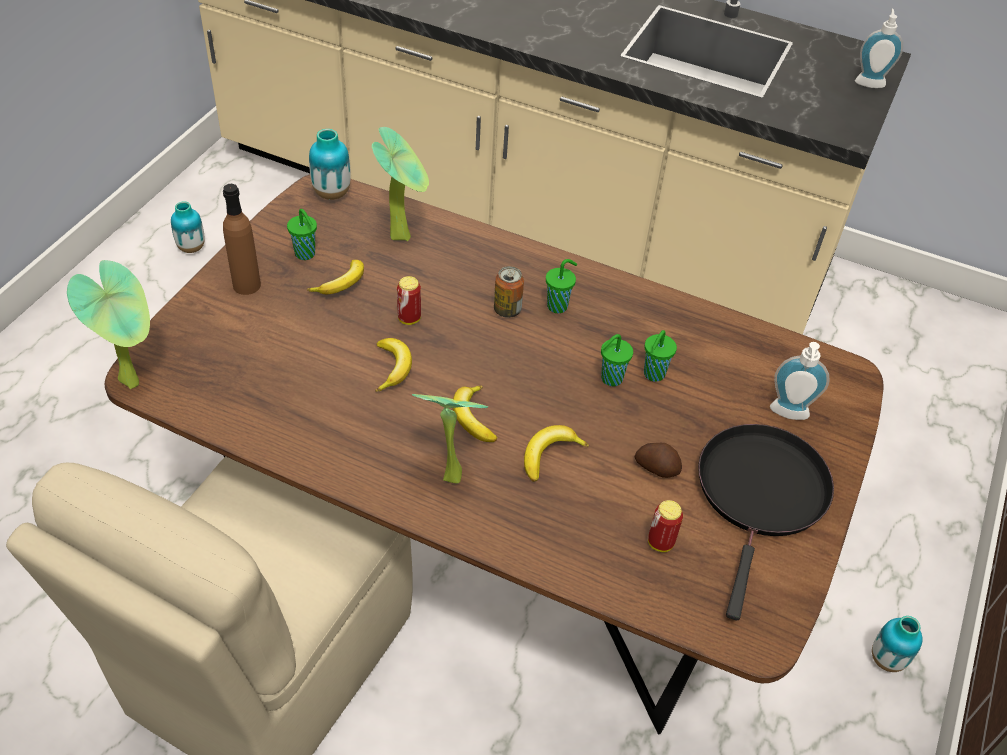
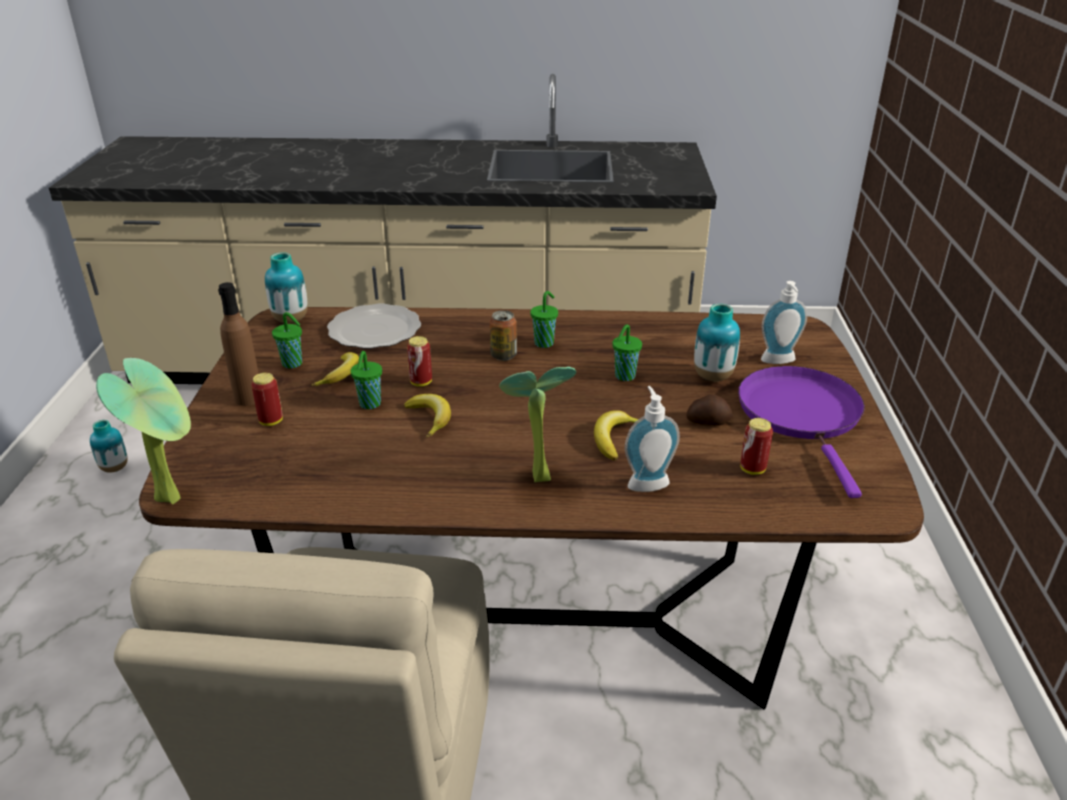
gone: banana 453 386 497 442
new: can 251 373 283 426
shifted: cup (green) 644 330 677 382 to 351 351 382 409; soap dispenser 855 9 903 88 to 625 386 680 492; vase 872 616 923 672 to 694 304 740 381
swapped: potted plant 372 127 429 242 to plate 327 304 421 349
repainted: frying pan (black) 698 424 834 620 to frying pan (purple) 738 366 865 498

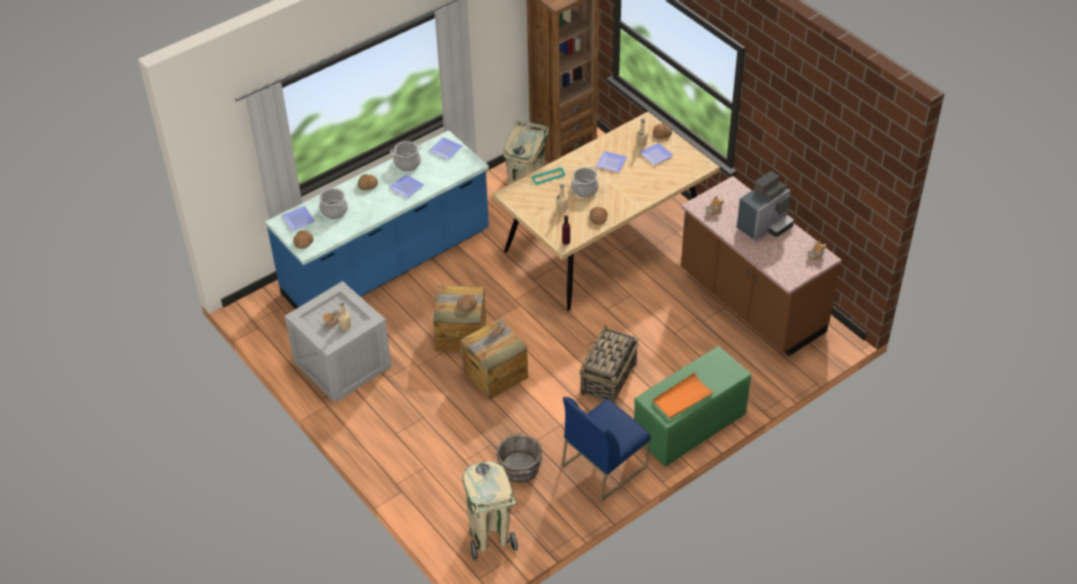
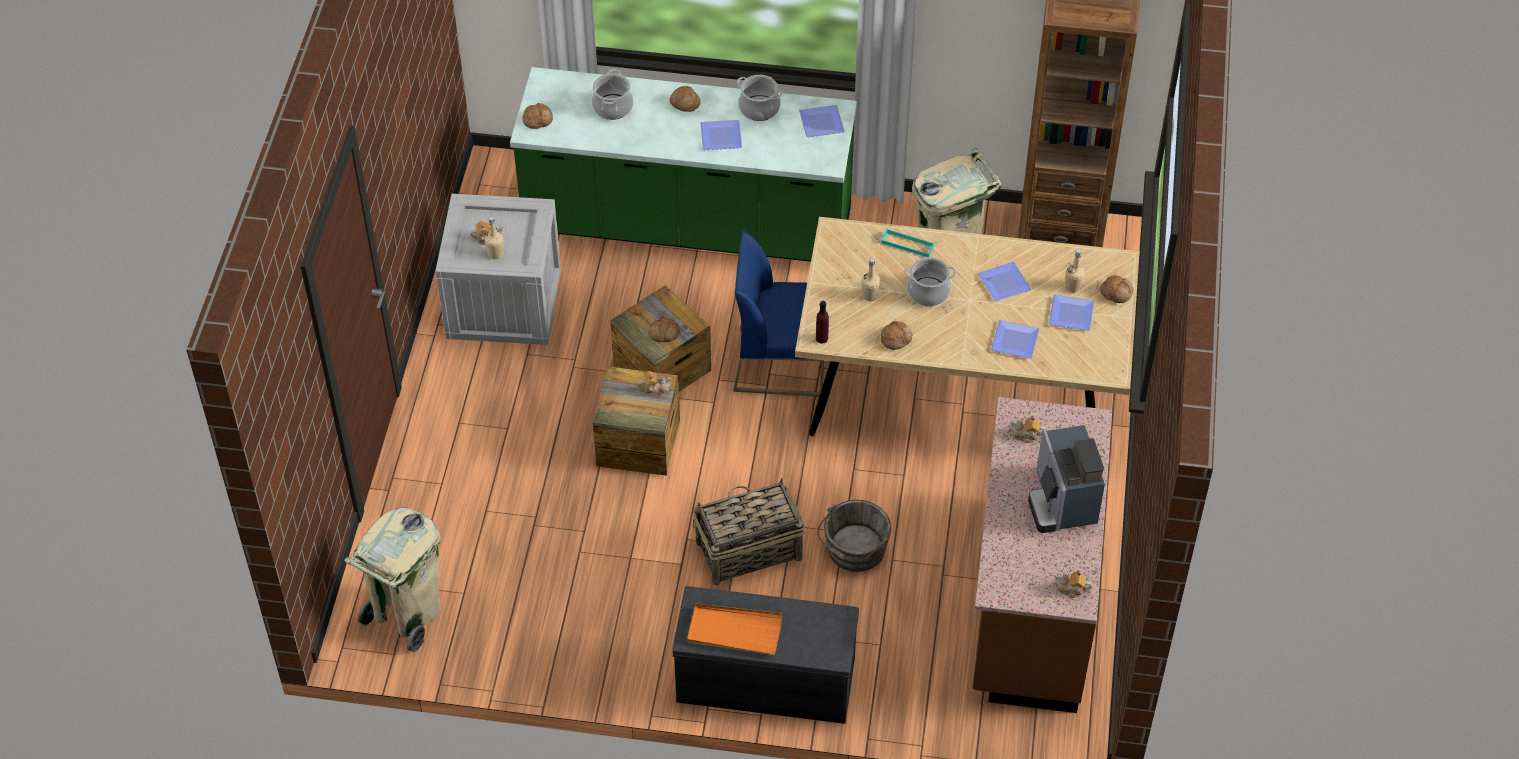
shifted: plate 281 206 315 231 to 991 320 1040 359; bucket (grey) 496 434 543 483 to 817 500 891 572; chair (blue) 562 397 650 502 to 733 230 824 397
repainted: counter (blue) 265 130 489 309 to counter (green) 510 67 857 262; bench (green) 634 346 751 467 to bench (grey) 672 586 859 724
rotated: coffee machine 737 171 794 241 = 1028 425 1105 533 75 degrees clockwise

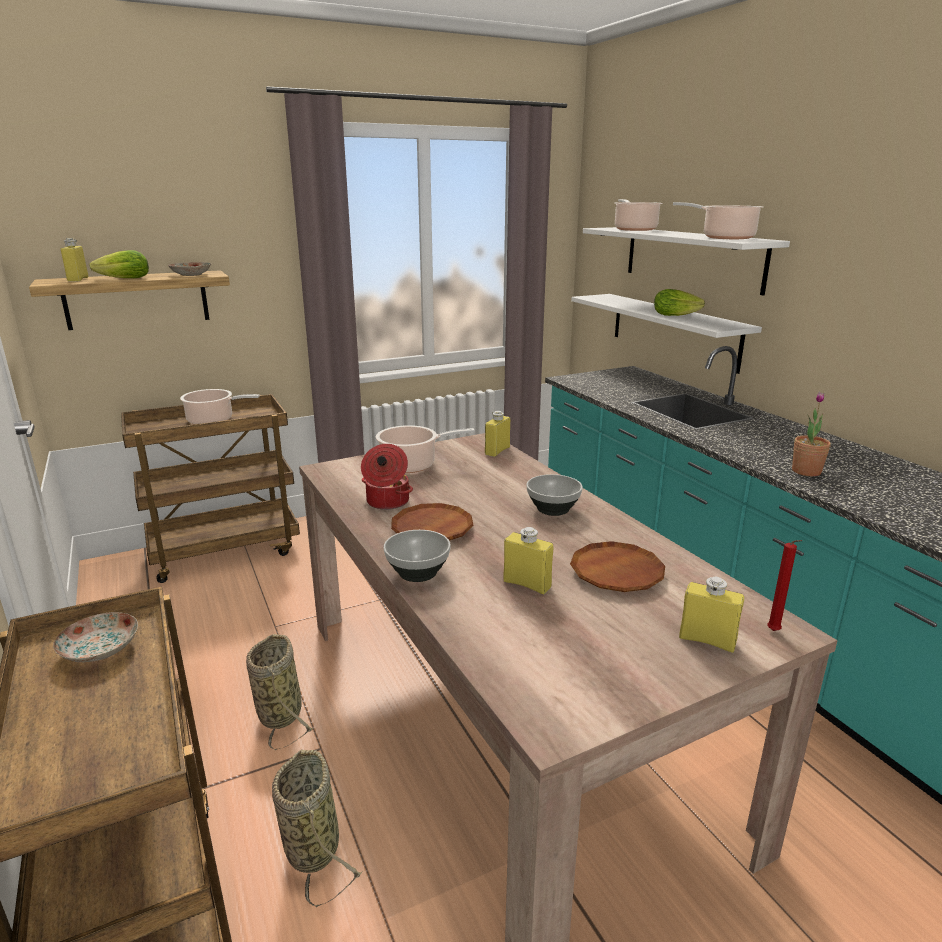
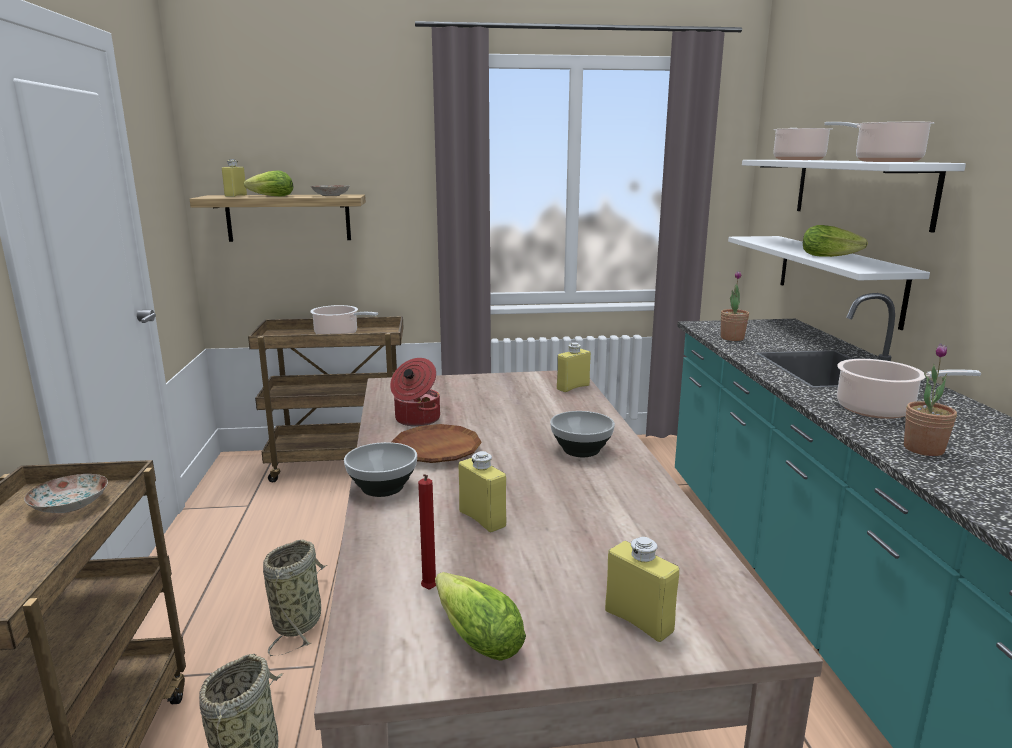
gone: plate (brown) 570 541 665 592
new: lettuce 435 572 526 661; potted plant 721 271 749 341
shifted: cooking pot 376 425 475 473 to 837 359 981 419; candle (red) 767 540 802 631 to 418 474 436 590

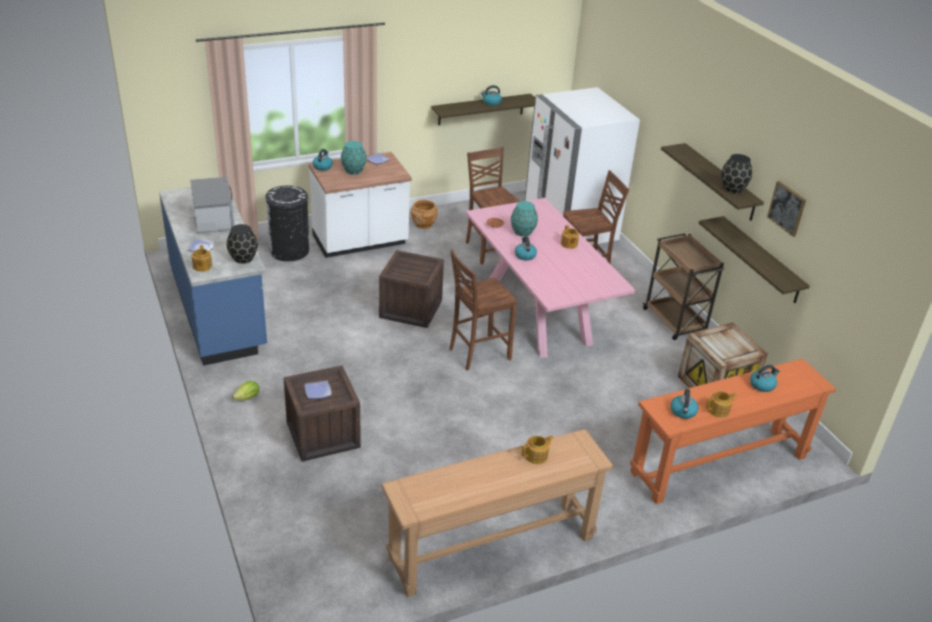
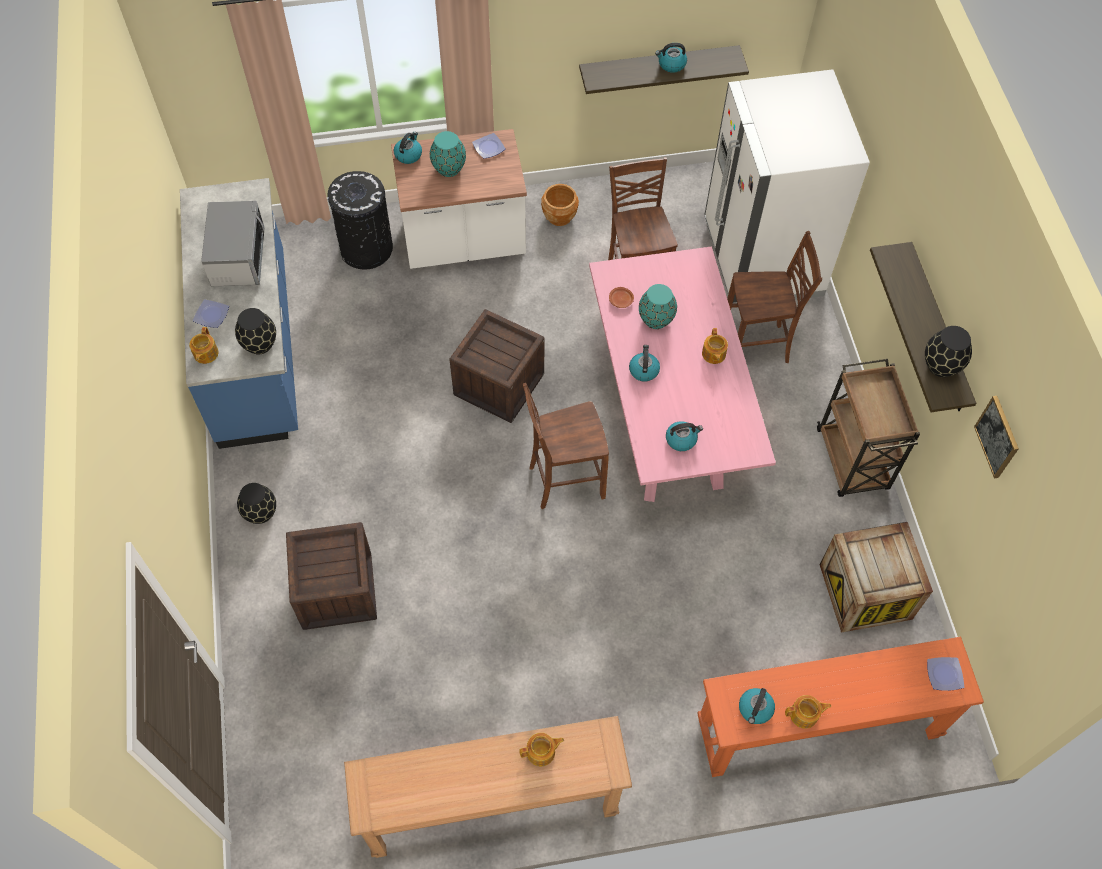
gone: shelf 699 216 810 303
shifted: plate 305 381 331 399 to 927 657 964 691; kettle 750 365 780 392 to 666 421 703 451
swapped: lettuce 232 381 260 401 to vase (black) 237 483 276 524

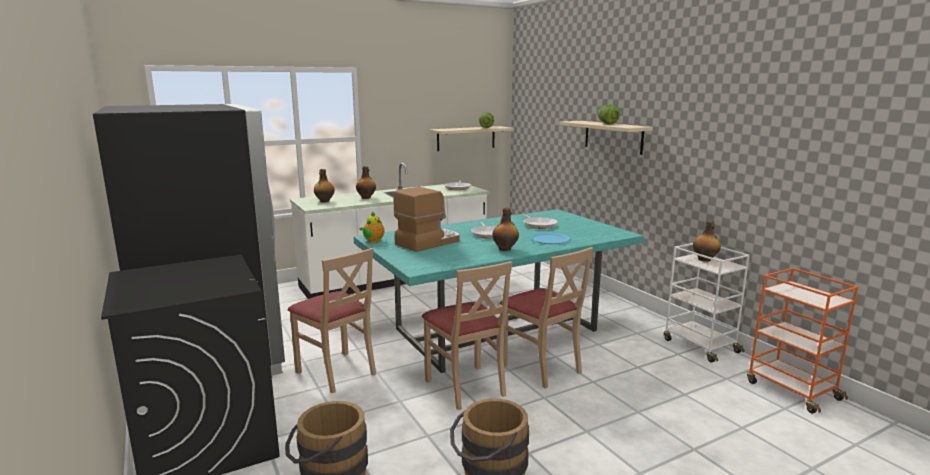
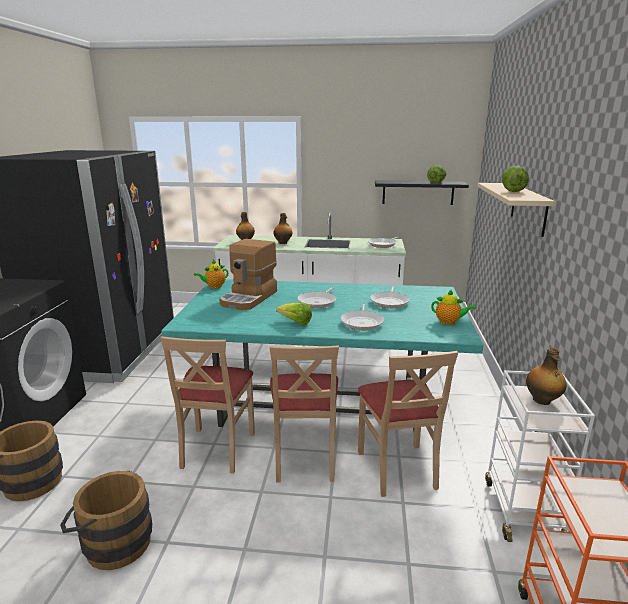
new: teapot 431 290 476 325
shifted: chair (beige) 287 248 376 393 to 358 351 458 497
swapped: bottle 492 207 519 251 to lettuce 276 303 312 325; plate (blue) 530 233 570 244 to frying pan 340 303 384 330
repainted: shelf (beige) 430 126 514 151 to shelf (black) 375 180 469 205
rotated: coffee machine 393 187 460 252 = 219 239 277 310 120 degrees clockwise

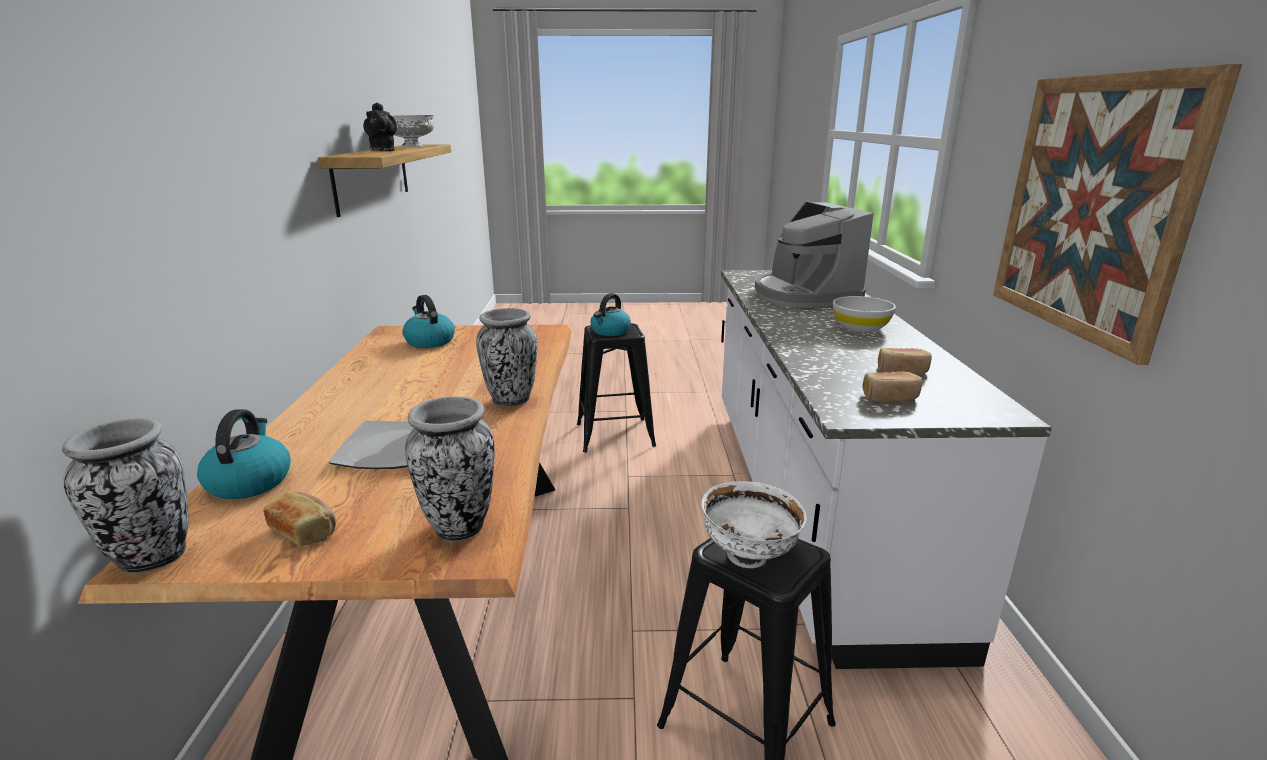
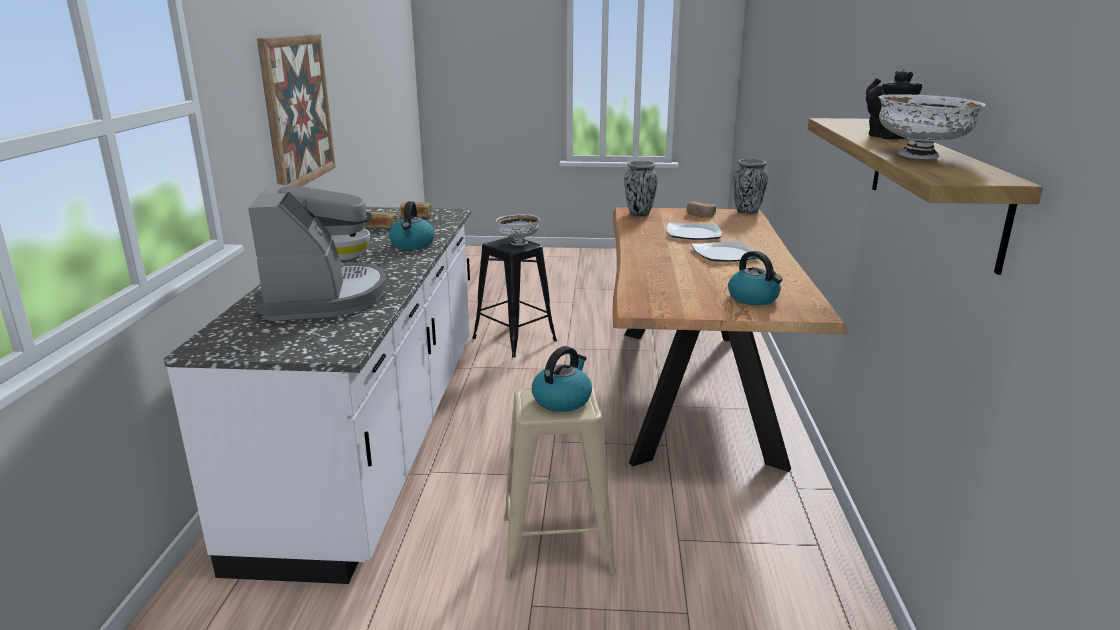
gone: vase 476 308 537 407
new: plate 691 241 756 262
shifted: kettle 197 409 291 499 to 389 201 435 250
repainted: stool (black) 577 323 656 452 to stool (beige) 504 387 616 580

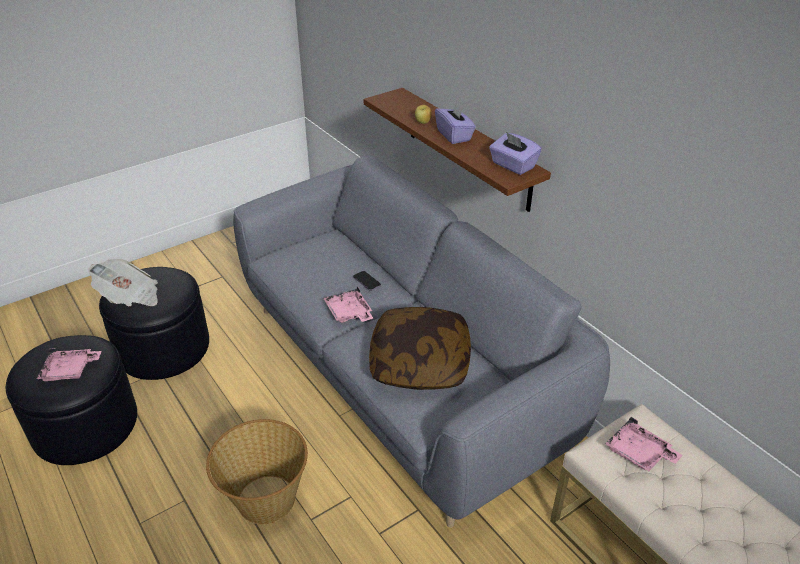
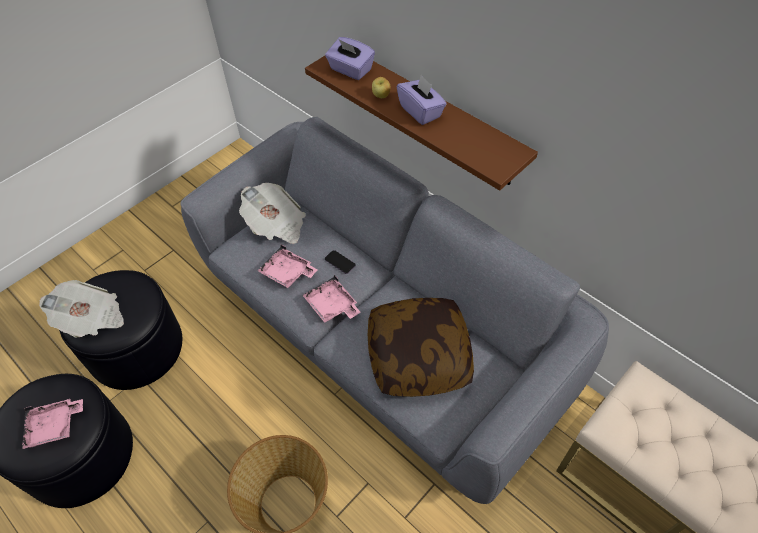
new: newspaper 239 183 305 244
shifted: tissue box (purple) 489 132 542 175 to 325 37 375 80; tray (pink) 605 417 683 471 to 257 245 318 288

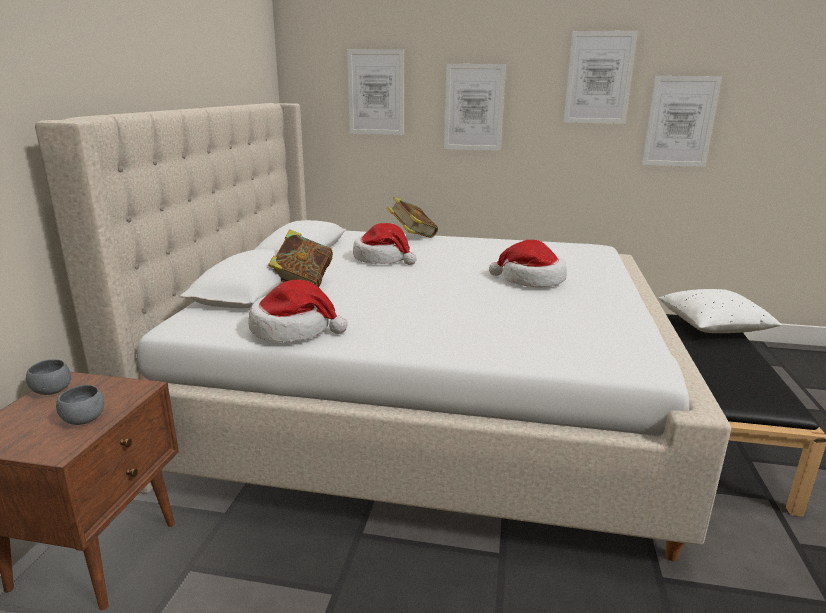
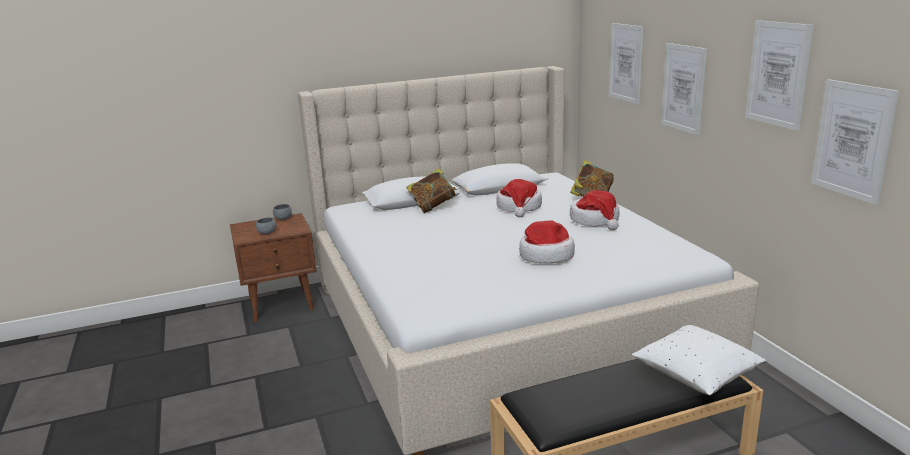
shifted: hat 249 280 348 342 to 570 190 619 230

